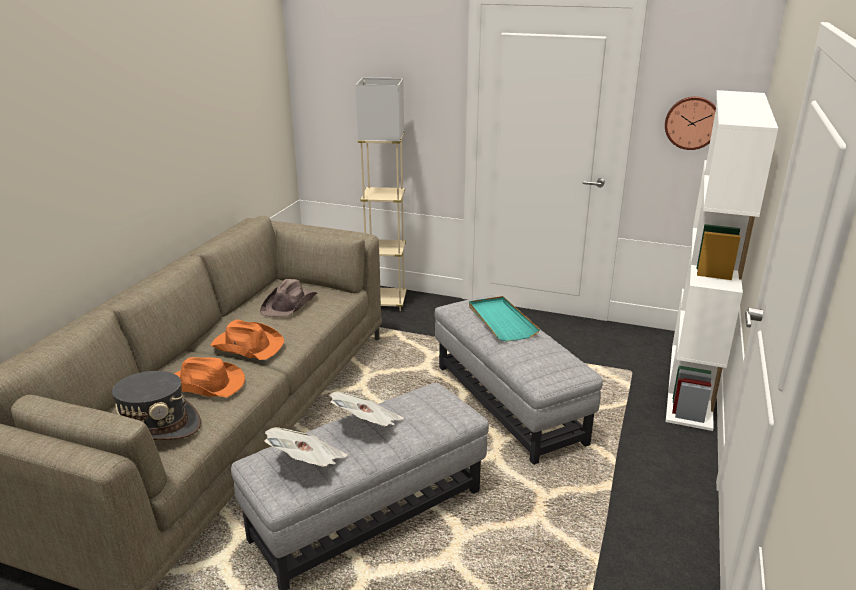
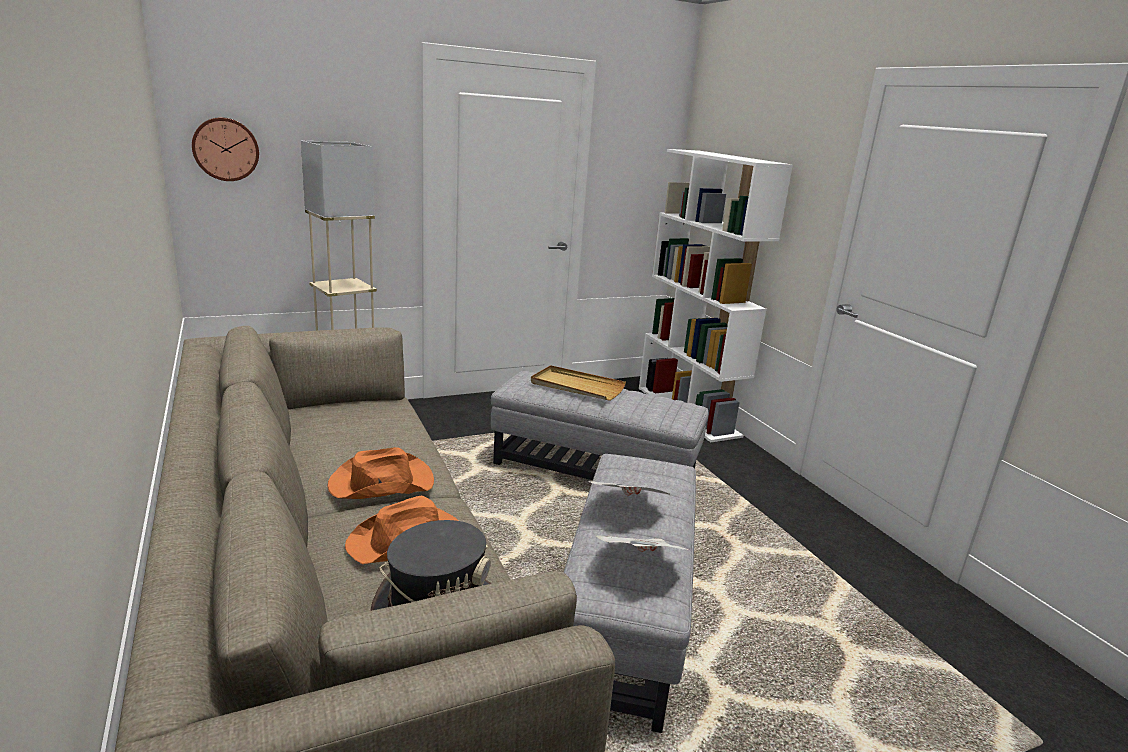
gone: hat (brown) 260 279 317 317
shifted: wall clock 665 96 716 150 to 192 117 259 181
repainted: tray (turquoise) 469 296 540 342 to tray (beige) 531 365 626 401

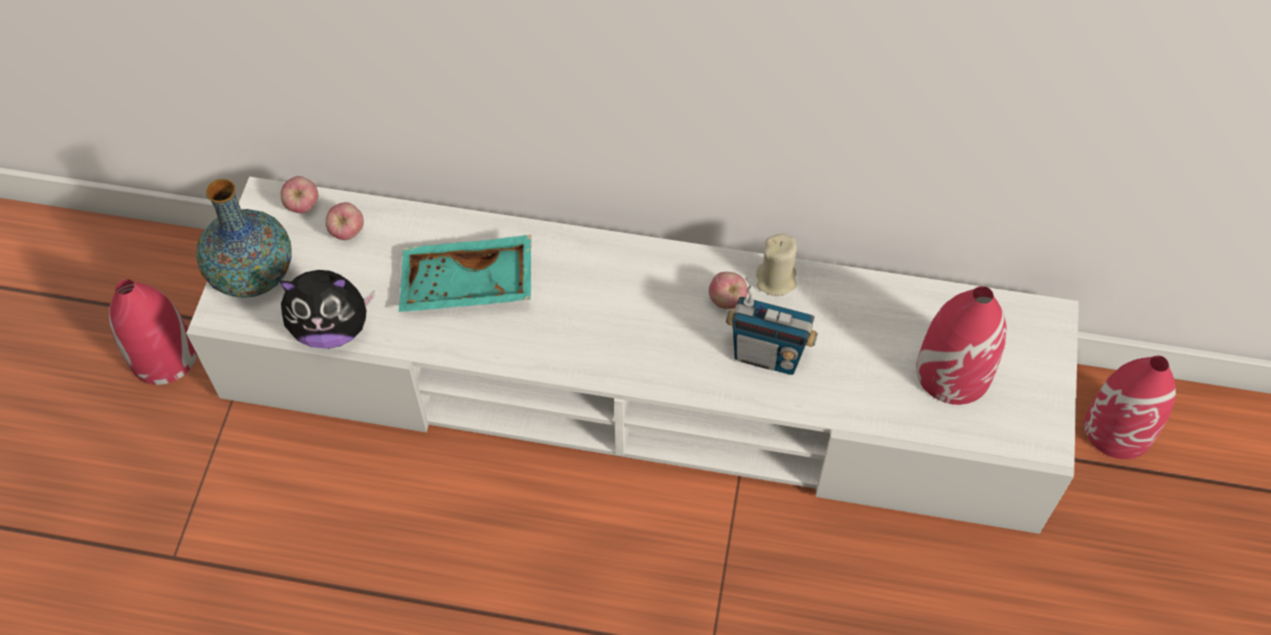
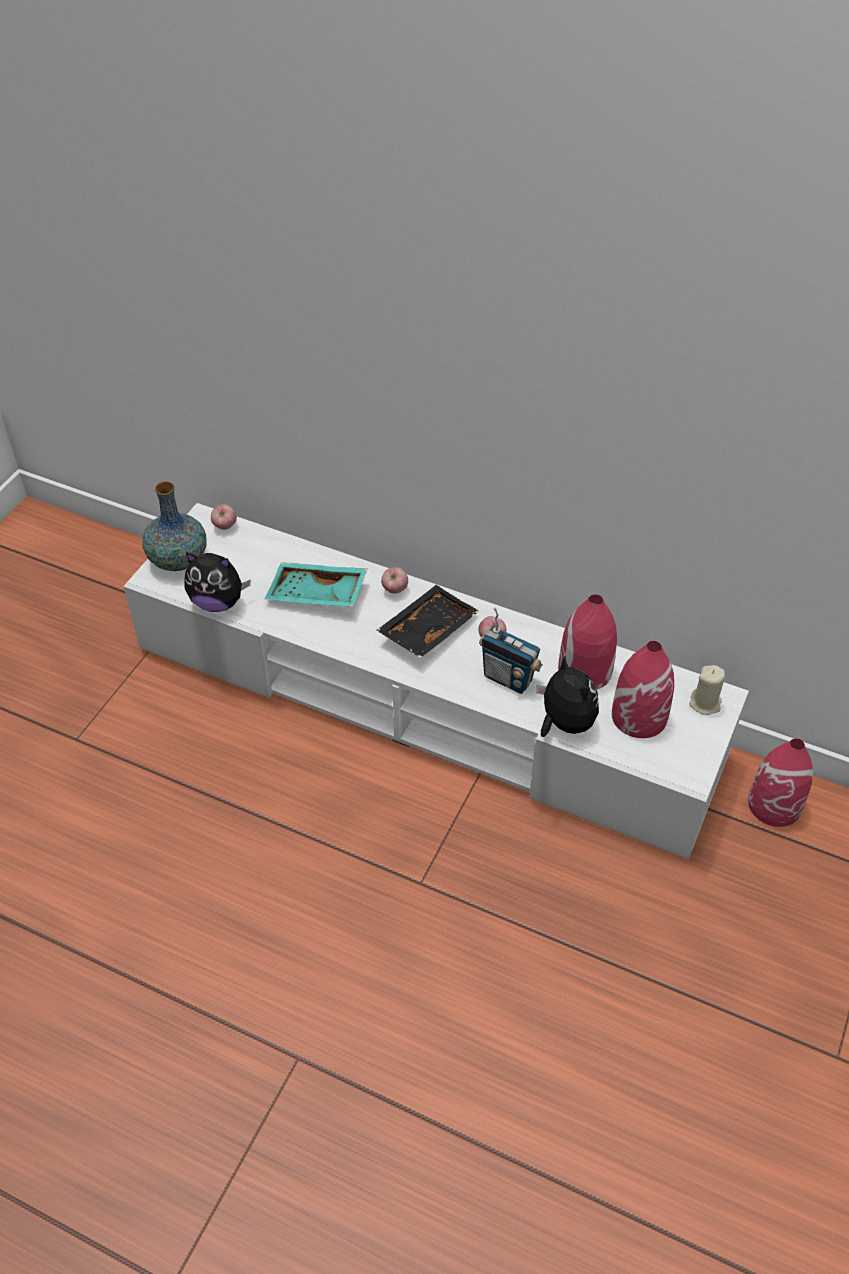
new: tray (black) 377 585 479 658; plush toy 536 656 599 737
shifted: vase (red) 109 279 197 385 to 558 594 617 690; apple 325 202 364 240 to 381 567 408 594; candle (beige) 756 233 797 296 to 689 665 725 715

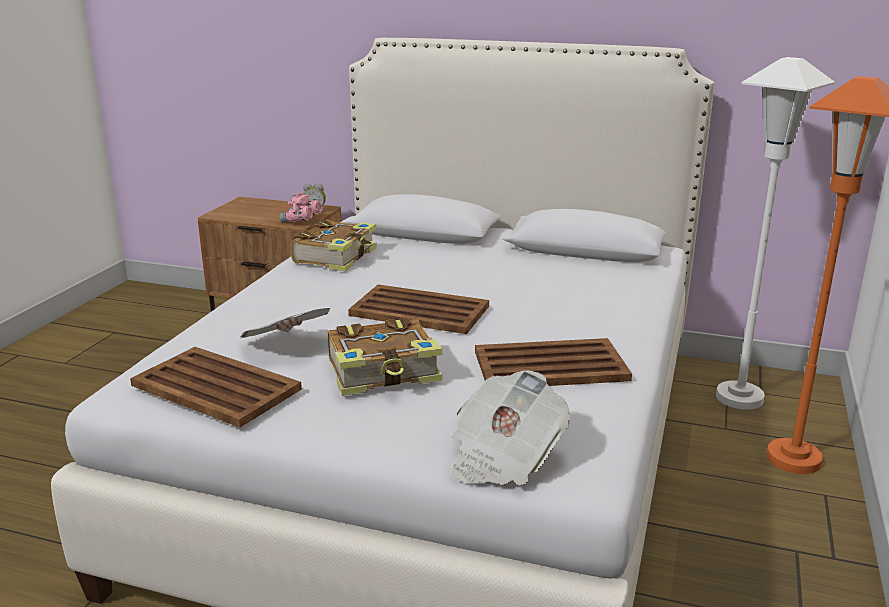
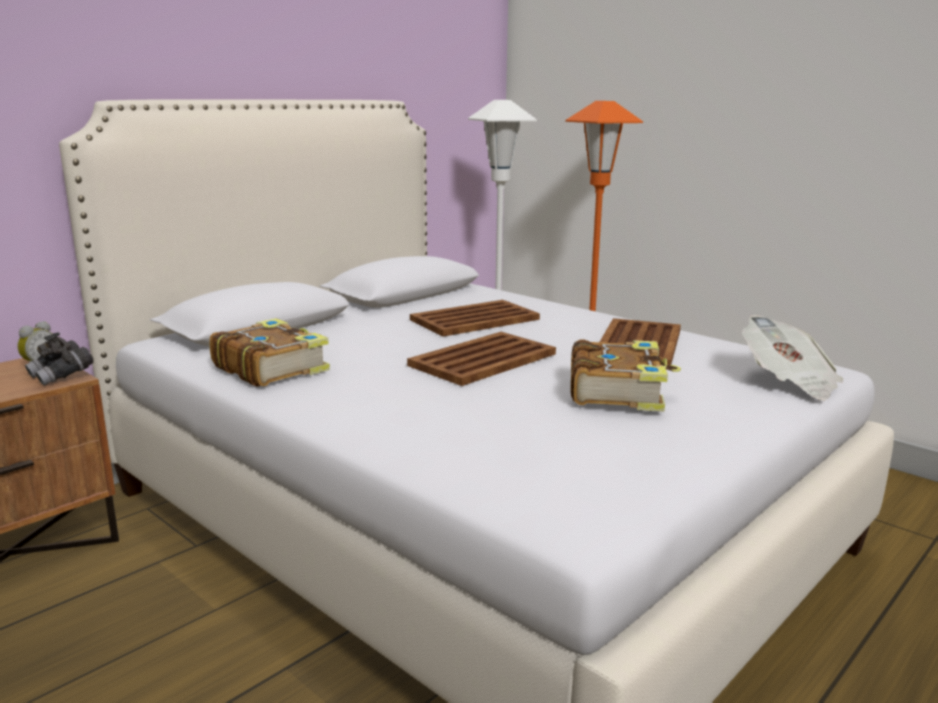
gone: newspaper 240 308 330 338
shifted: tray (brown) 130 347 302 428 to 410 300 540 337
repainted: binoculars (pink) 279 192 323 223 to binoculars (grey) 25 332 94 386

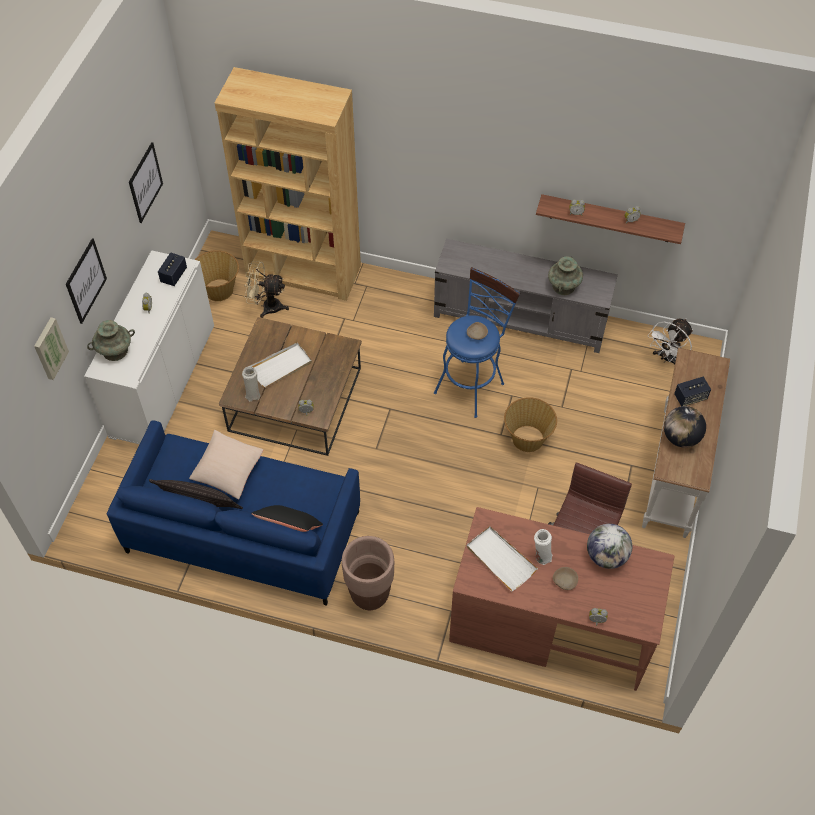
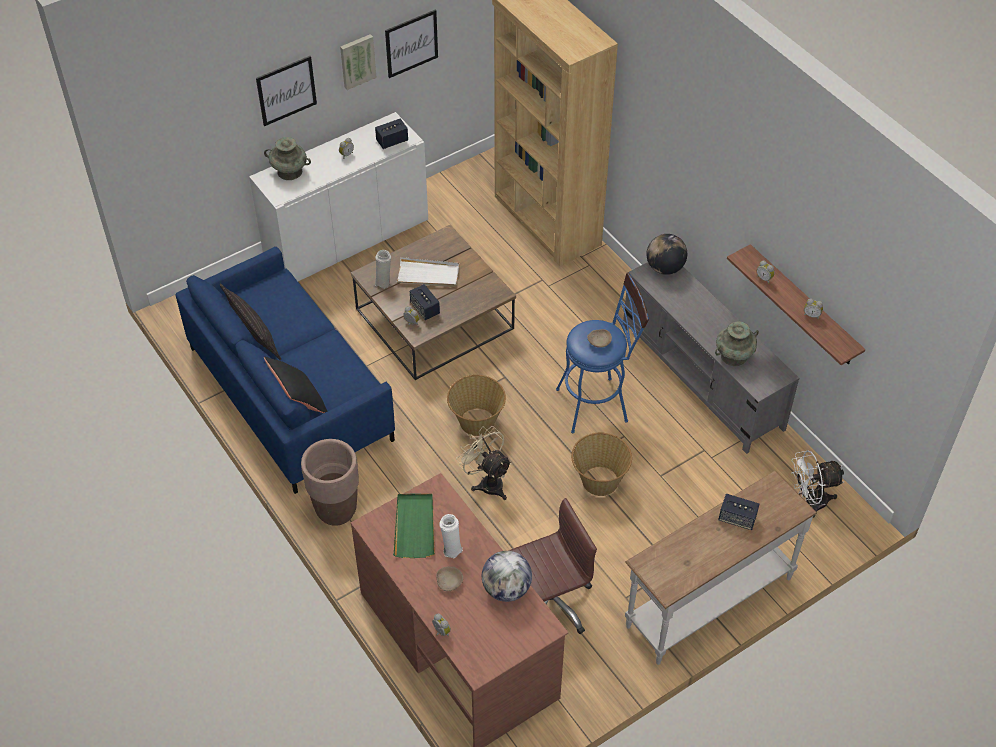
gone: pillow (beige) 189 430 263 499
new: speaker 410 284 440 320
shifted: picture 34 317 69 380 to 340 34 377 90; basket 195 250 239 301 to 447 375 506 436; fan (beige) 244 261 289 318 to 456 426 512 500; globe 664 406 706 448 to 646 234 687 275
repainted: tray (white) 467 526 538 592 to tray (green) 393 493 435 558

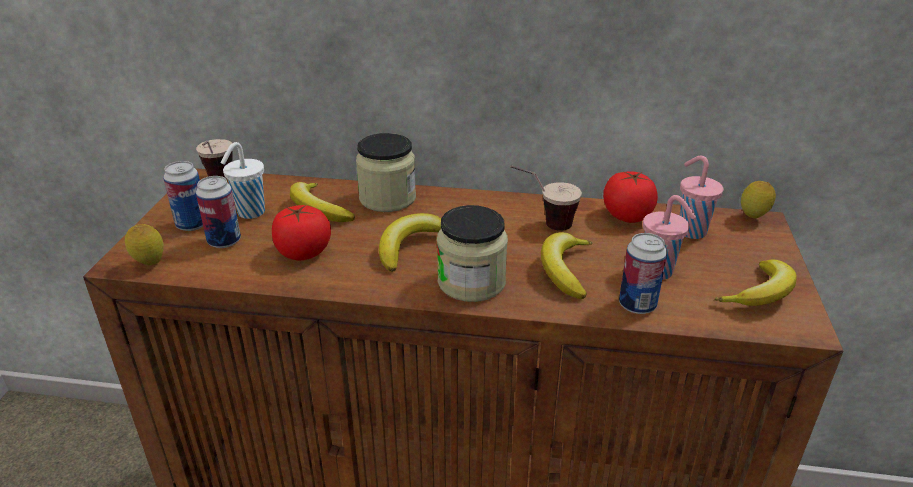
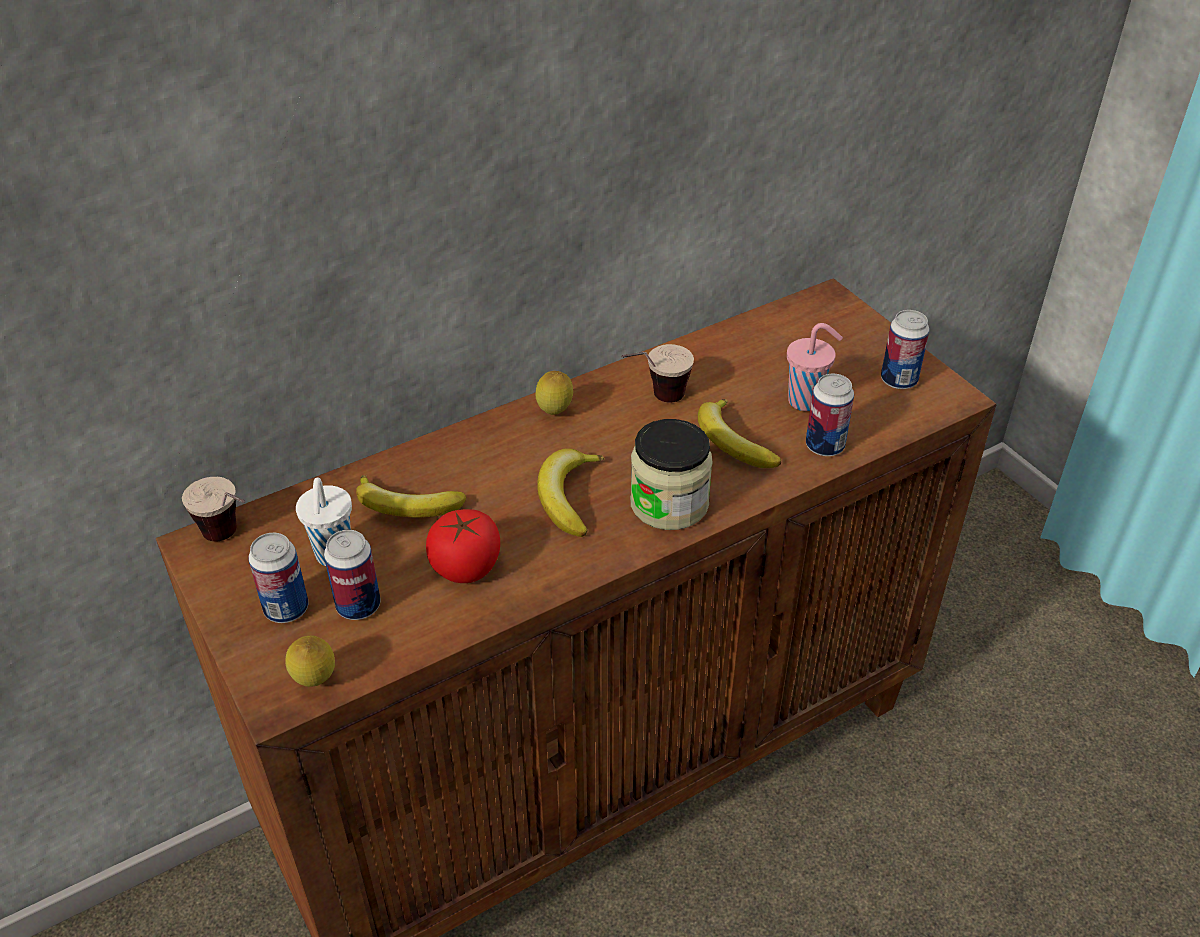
gone: jar 356 133 416 212; tomato 603 171 658 223; cup (pink) 680 156 724 239
shifted: lemon 741 181 776 219 to 536 371 573 415
swapped: banana 715 260 797 306 to can 881 310 929 389

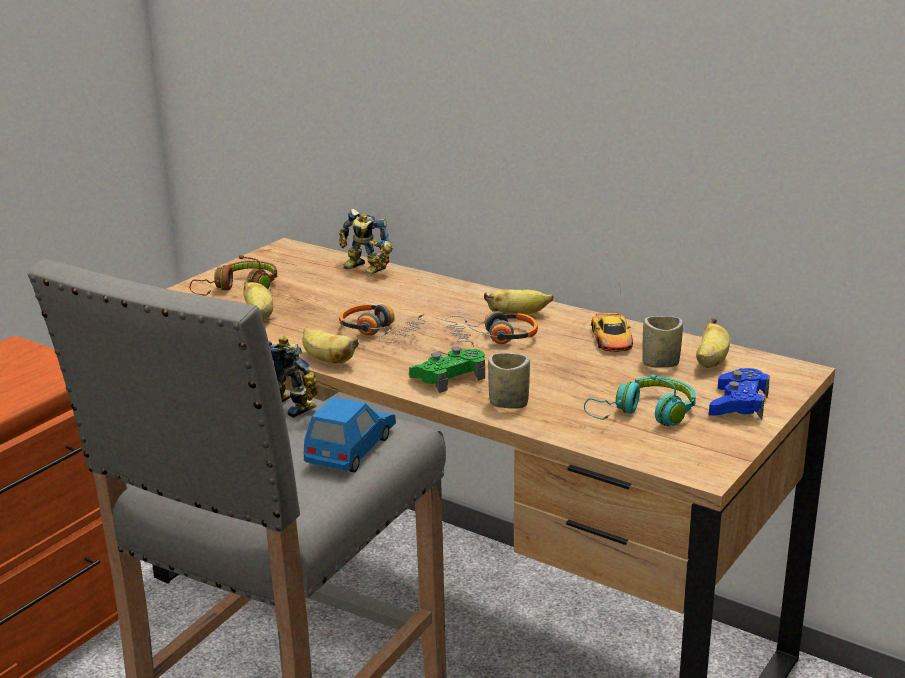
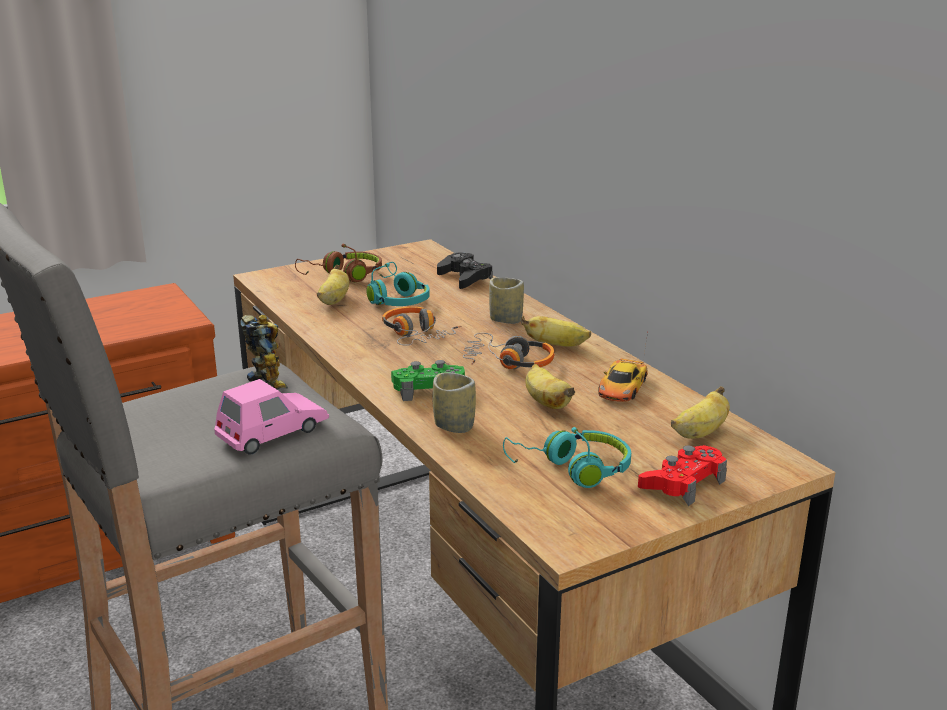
new: headphones (turquoise) 366 262 430 306
shifted: banana 302 327 359 363 to 525 364 575 409; cup 642 316 683 367 to 489 277 524 324
swapped: toy robot 339 209 393 274 to game controller (black) 437 252 493 289
repainted: toy car (blue) 304 397 396 472 to toy car (pink) 214 379 329 455; game controller (blue) 709 368 770 420 to game controller (red) 638 445 727 506

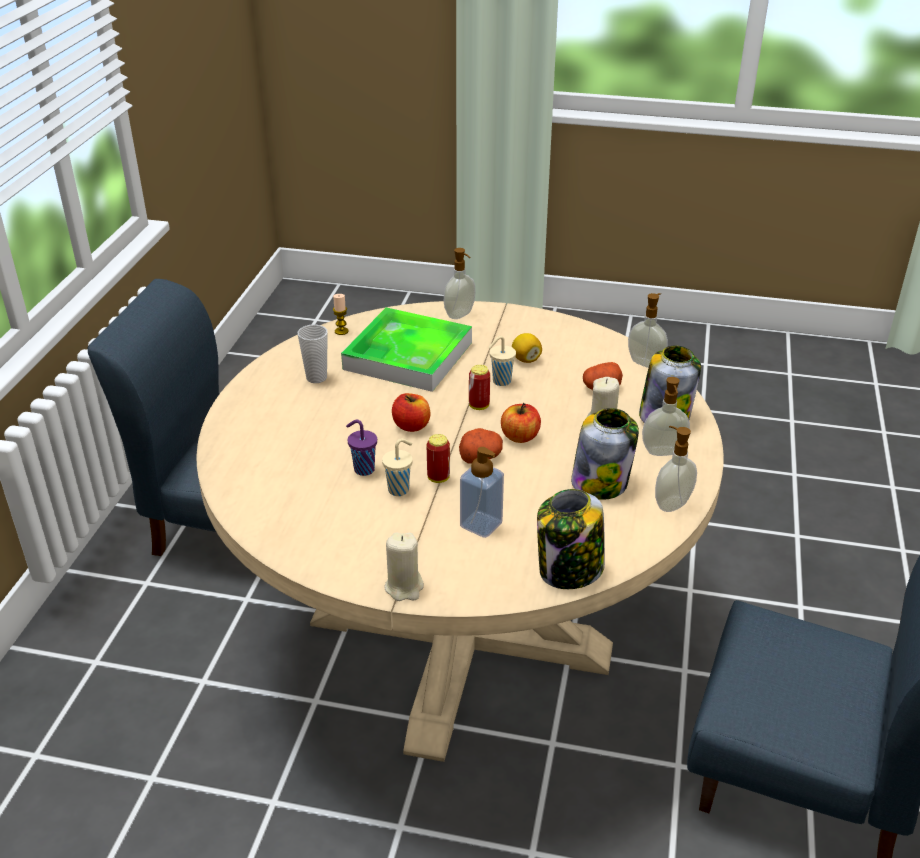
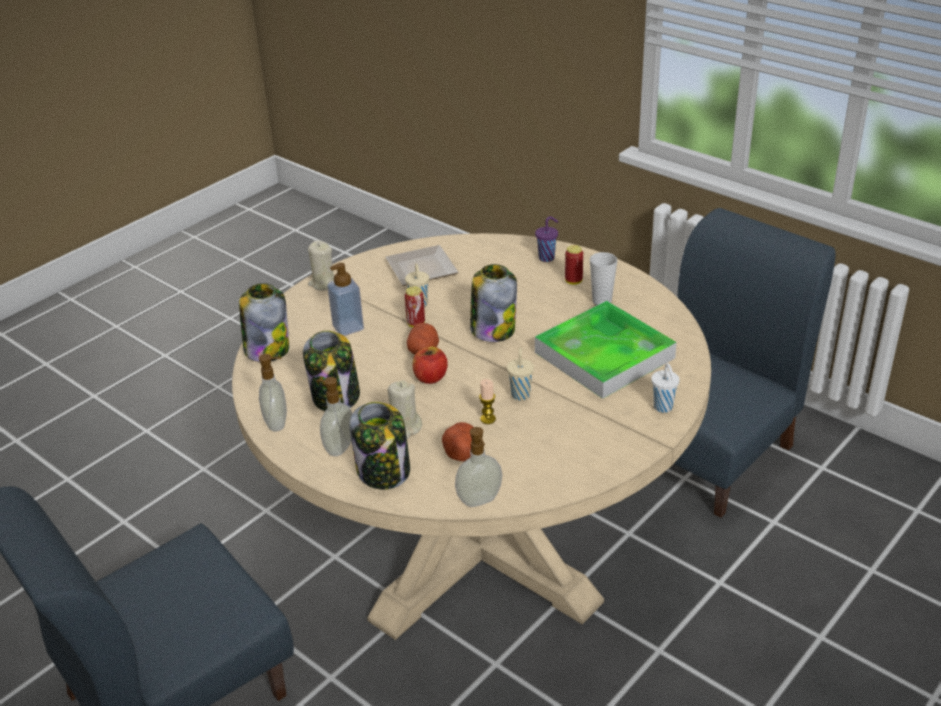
gone: lemon 512 333 542 363
new: plate 386 245 459 286
shifted: candle 333 294 349 335 to 479 379 496 424; cup (purple) 346 420 377 476 to 535 216 558 262; can 469 365 490 410 to 565 245 583 285
swapped: apple 392 393 430 432 to jar 470 264 517 342; soap dispenser 444 248 476 319 to cup (white) 651 363 680 413

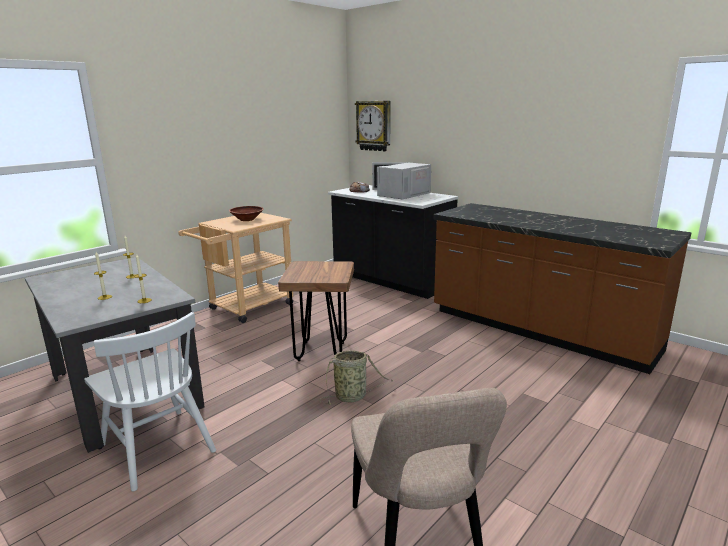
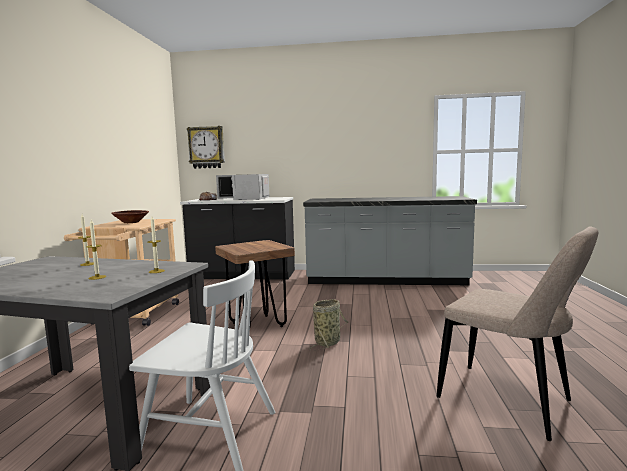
repainted: counter (brown) 433 203 691 374 to counter (grey) 303 196 477 285

